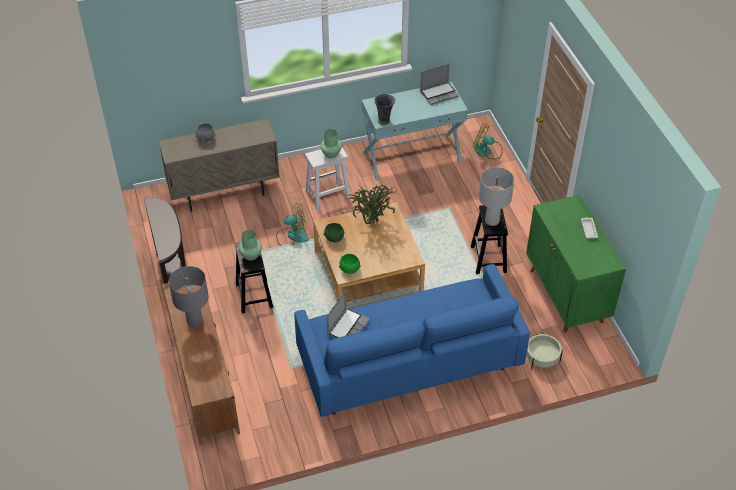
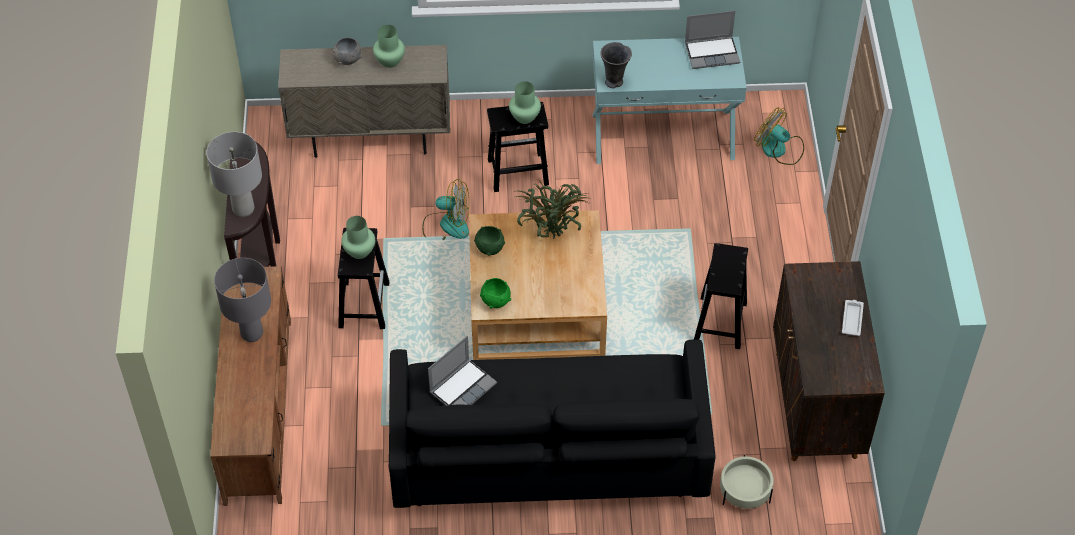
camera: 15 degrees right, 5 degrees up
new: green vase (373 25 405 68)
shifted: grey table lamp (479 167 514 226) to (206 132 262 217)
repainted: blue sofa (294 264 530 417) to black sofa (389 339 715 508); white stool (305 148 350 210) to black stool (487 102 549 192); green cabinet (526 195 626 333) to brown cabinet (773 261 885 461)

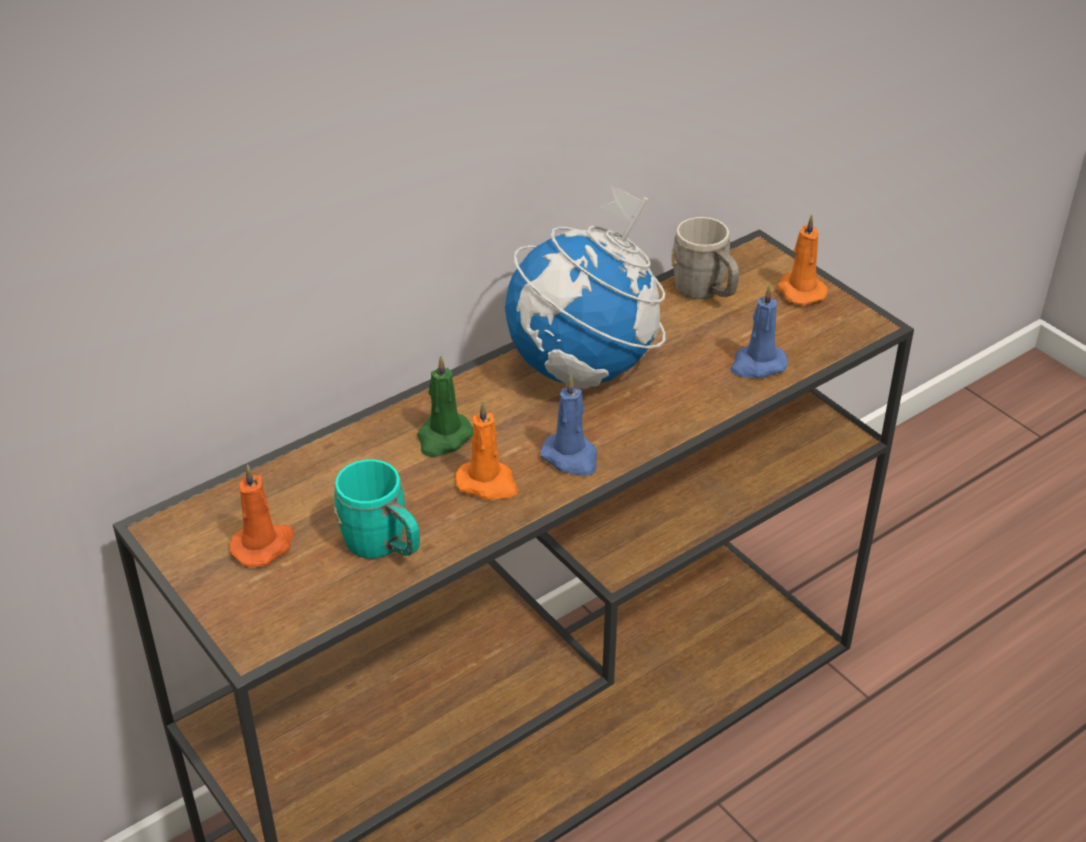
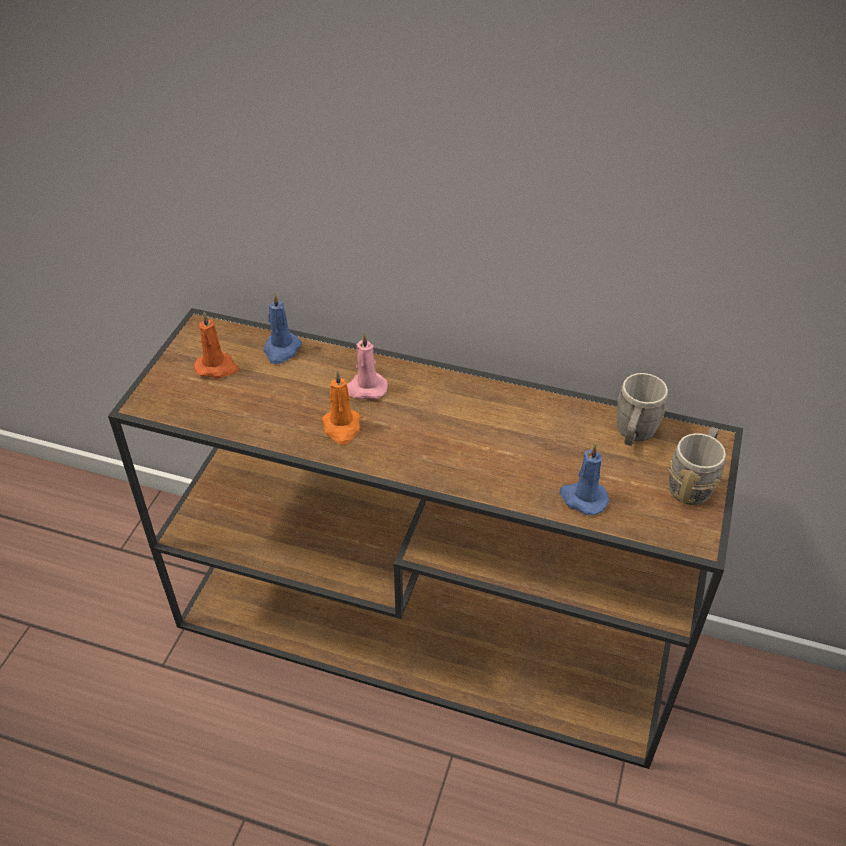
camera: 55 degrees right, 5 degrees up
gone: turquoise mug (334 459 420 559); globe (505 185 665 389)
shifted: blue candle (540 375 598 476) to (264 293 302 364)
swapped: orange candle (777 214 828 305) to grey mug (668 427 726 505)
repainted: green candle (417 355 473 457) to pink candle (347 333 388 399)

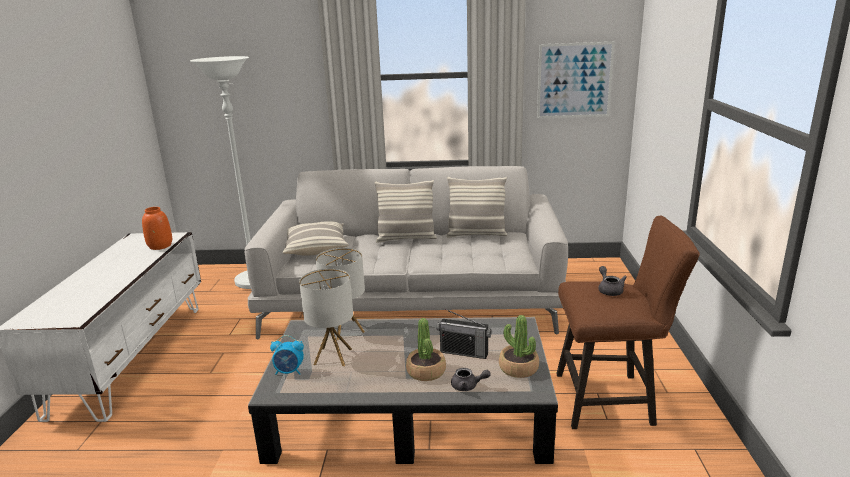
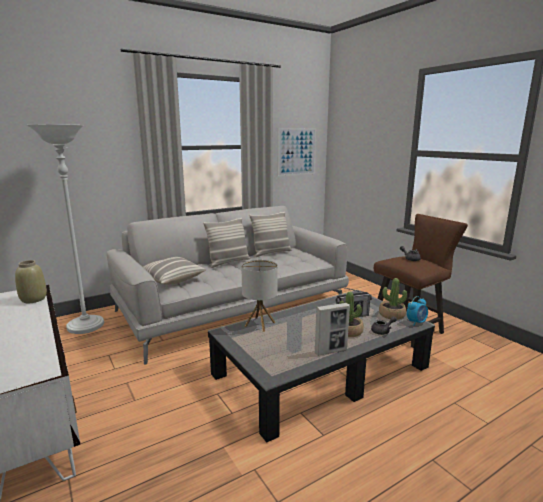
camera: 35 degrees left, 5 degrees down
gone: table lamp (299 268 353 366)
new: picture frame (315 303 350 356)
shifted: alarm clock (270 335 304 375) to (407 296 428 326)
repainted: orange vase (142 207 172 250) to beige vase (15 260 47 303)

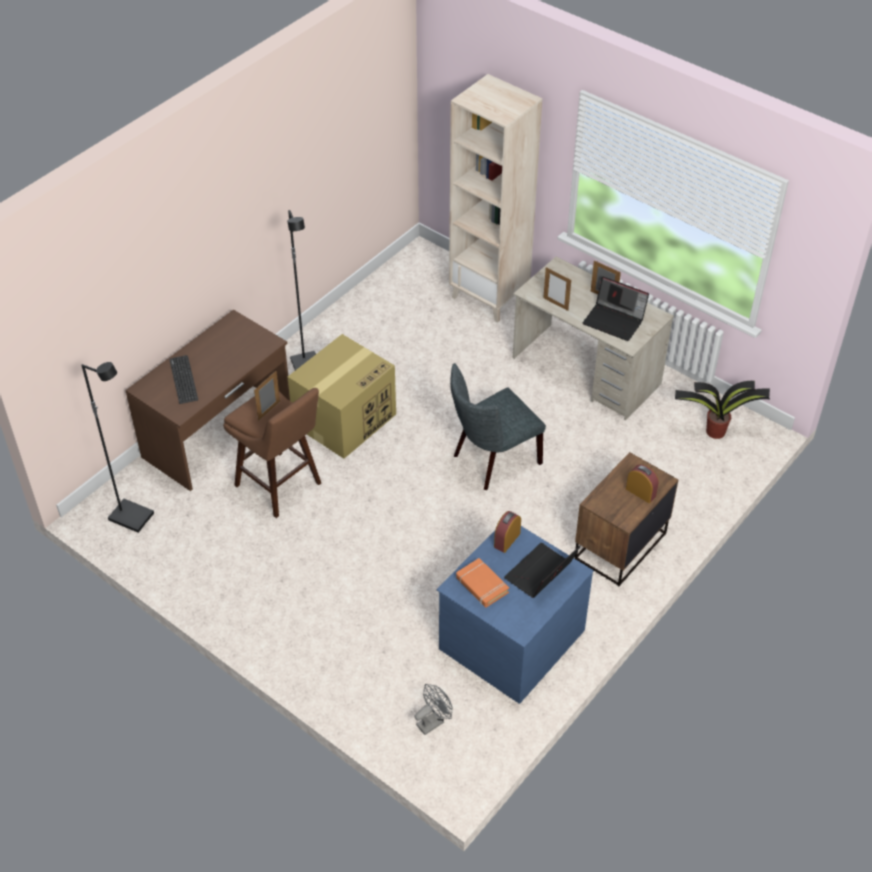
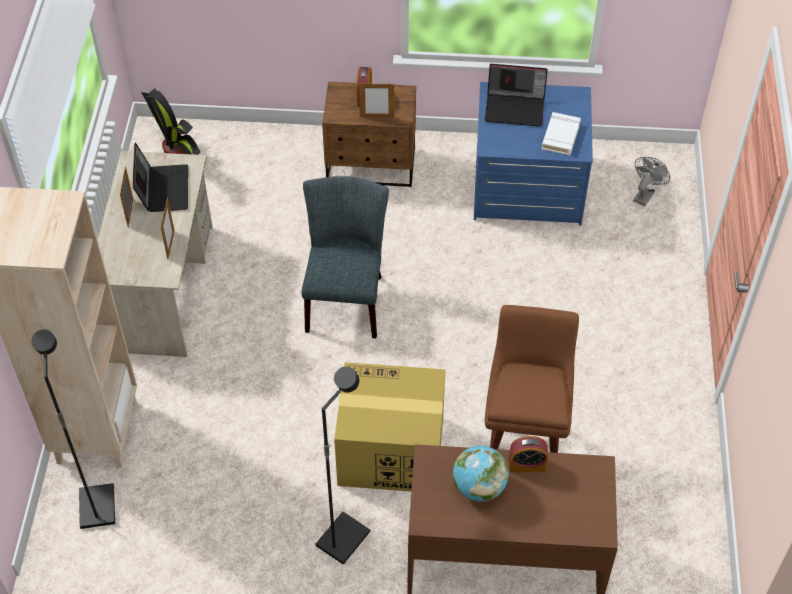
camera: 125 degrees left, 5 degrees up
gone: keyboard (169 355 198 404)
new: globe (452 446 509 502)
shifted: black floor lamp (82 362 154 533) to (32 330 115 529); picture frame (254 371 280 421) to (359 82 394 118); alarm clock (494 511 521 553) to (509 436 548 472)
repainted: orange book (456 558 509 608) to white book (542 112 581 155)
rotated: grey chair (450 363 546 490) = (301 176 389 338) 105 degrees counterclockwise; grey fan (415 684 453 735) = (633 157 670 206) 105 degrees clockwise

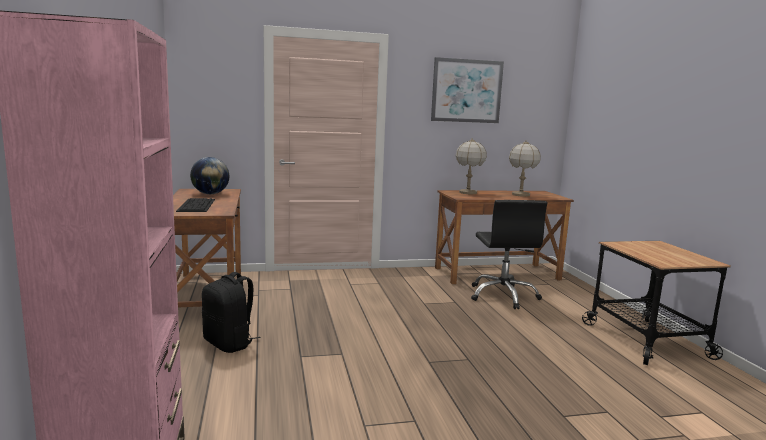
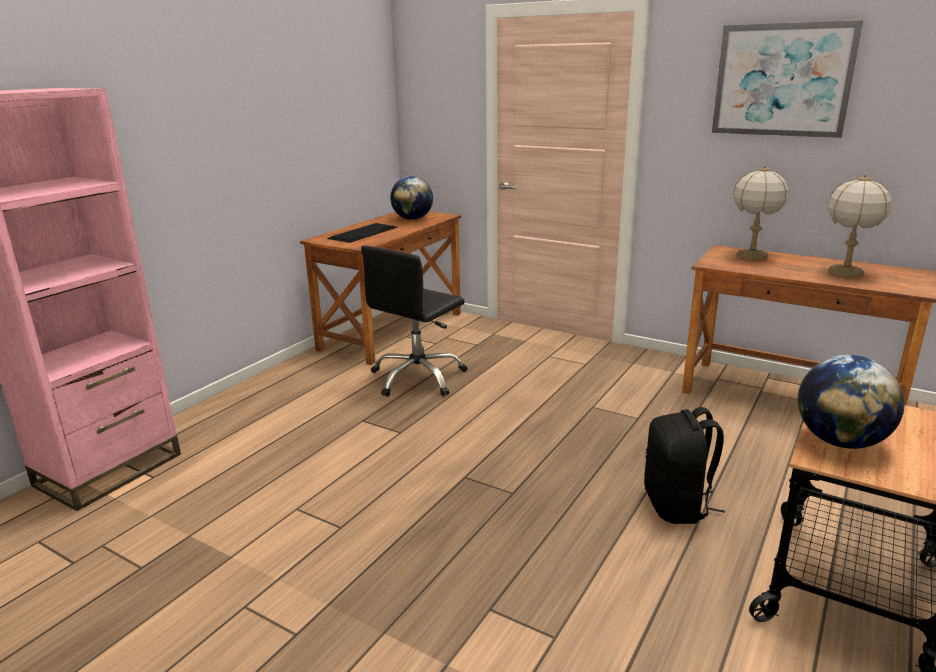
camera: 45 degrees right, 10 degrees up
new: globe (798 355 904 449)
shifted: black office chair (471 200 547 309) to (361 246 467 397); black backpack (202 272 261 353) to (644 407 725 524)

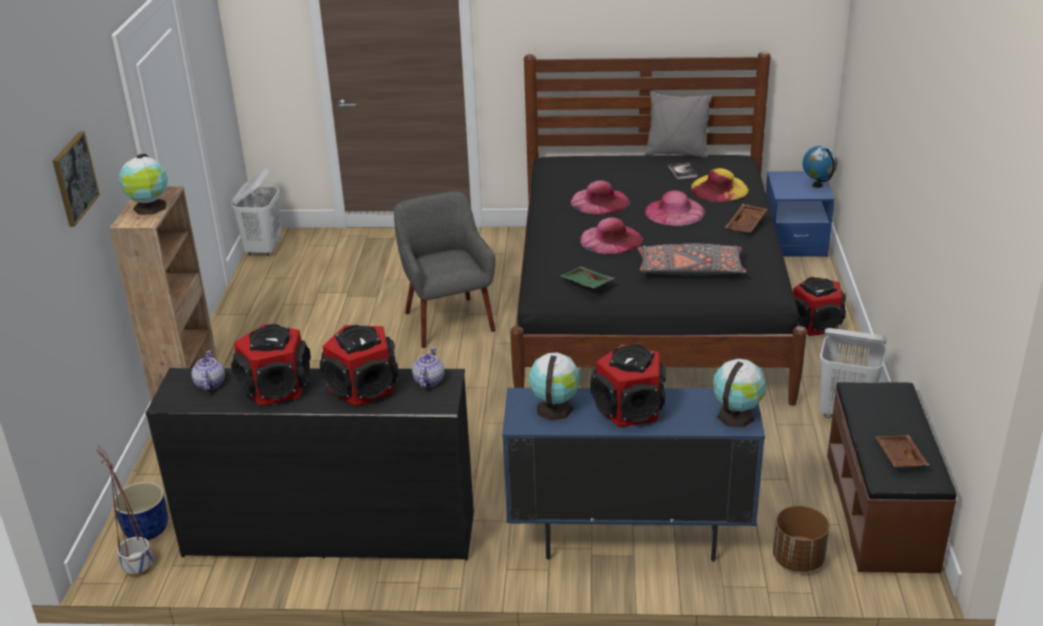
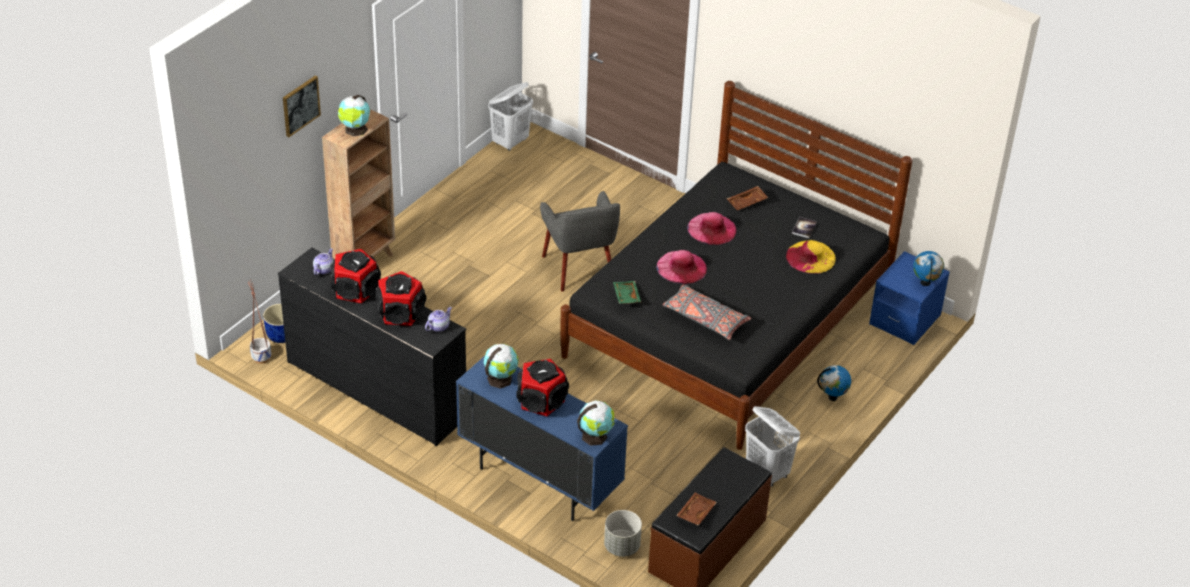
camera: 30 degrees right, 10 degrees up
gone: grey pillow (645 91 712 158); pink hat (645 190 706 226)
shifted: brown tray (725 204 767 233) to (727 186 768 210)
swapped: speaker (793 277 846 336) to globe (817 365 851 401)
repainted: brown planter (773 506 829 572) to grey planter (604 510 642 557)
rotated: grey armchair (394 192 495 348) = (540 191 620 292) 150 degrees clockwise

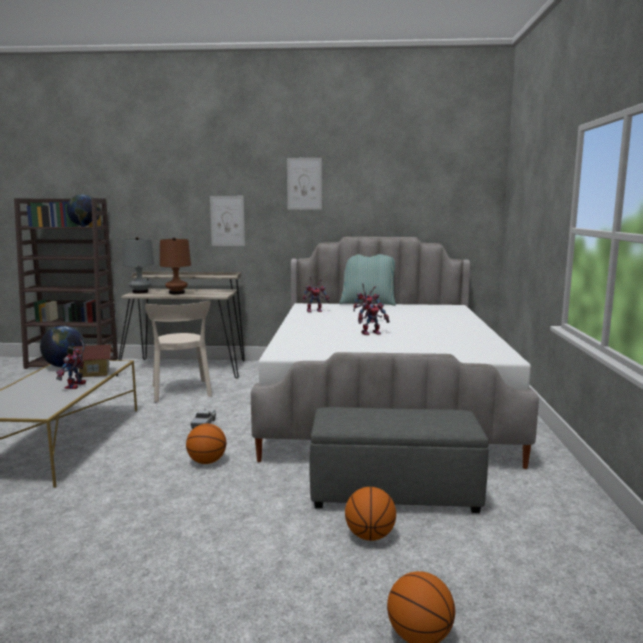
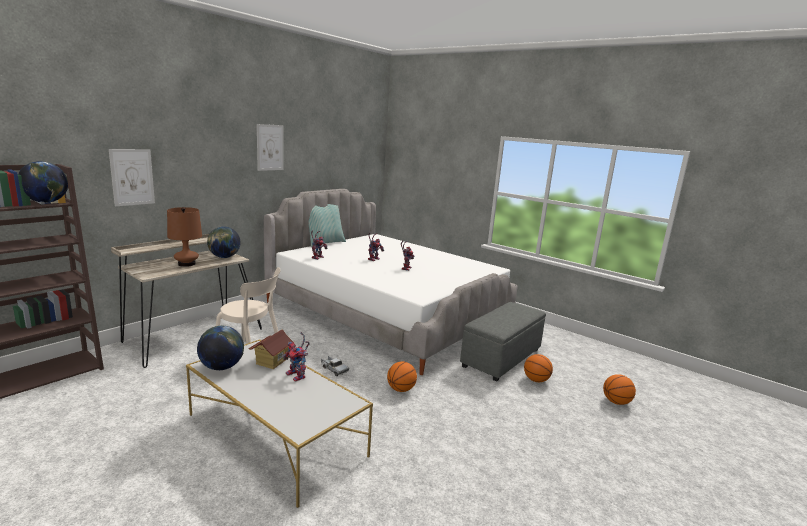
camera: 55 degrees left, 5 degrees up
gone: grey table lamp (123 237 154 293)
new: globe (207 226 241 258)
shifted: picture (210 196 245 246) to (109 149 155 206)

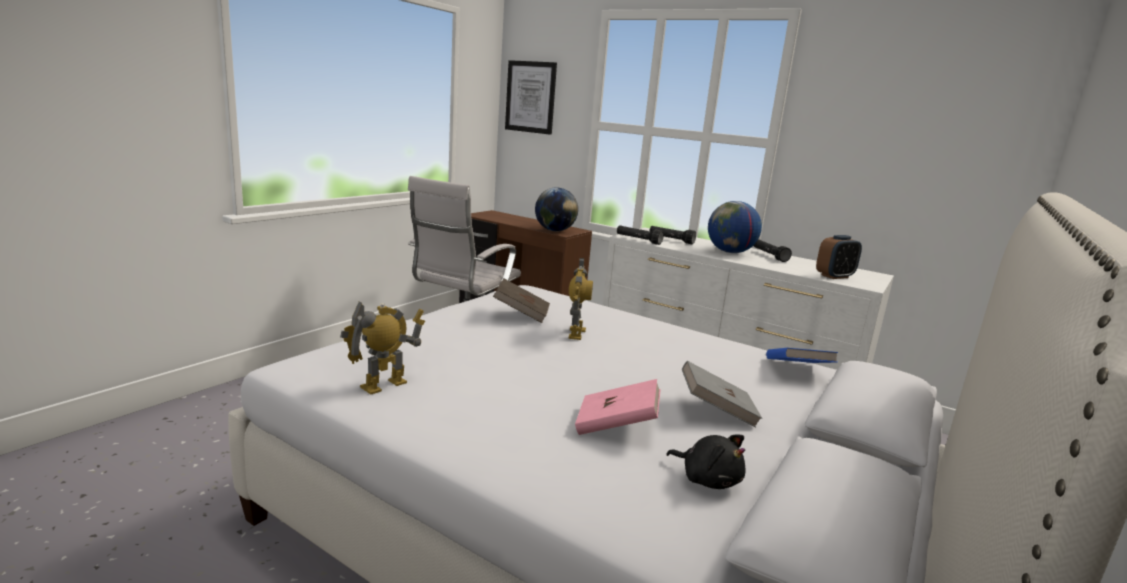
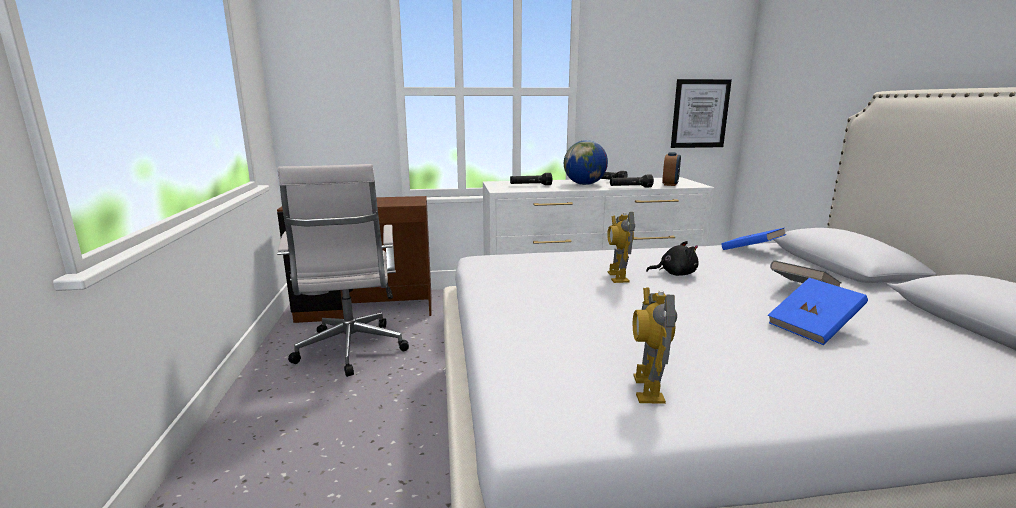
camera: 40 degrees left, 0 degrees up
gone: brown book (493 279 550 323); globe (535 188 578 231)
shifted: black flashlight (617 225 664 245) to (610 175 654 187); black plush toy (666 434 746 489) to (646 241 698 276); picture (505 60 557 135) to (671 79 732 148)
repainted: pink book (575 379 661 435) to blue book (768 278 868 345)
rotated: toy robot (569 258 593 340) = (607 212 635 283) 150 degrees counterclockwise

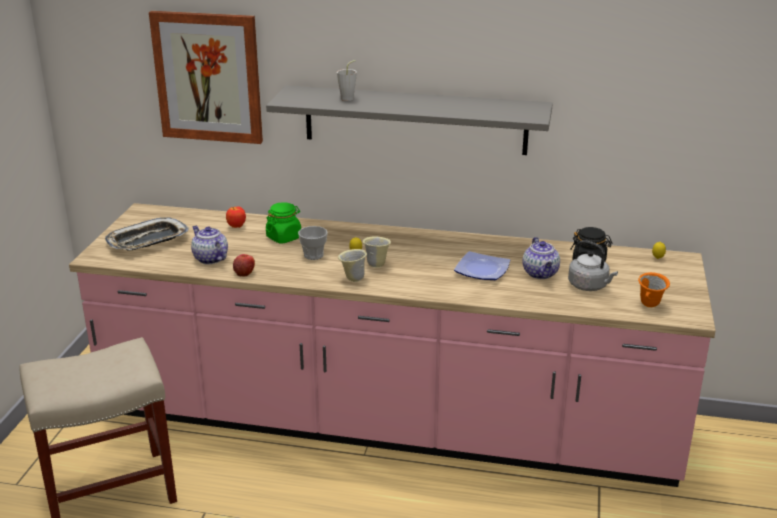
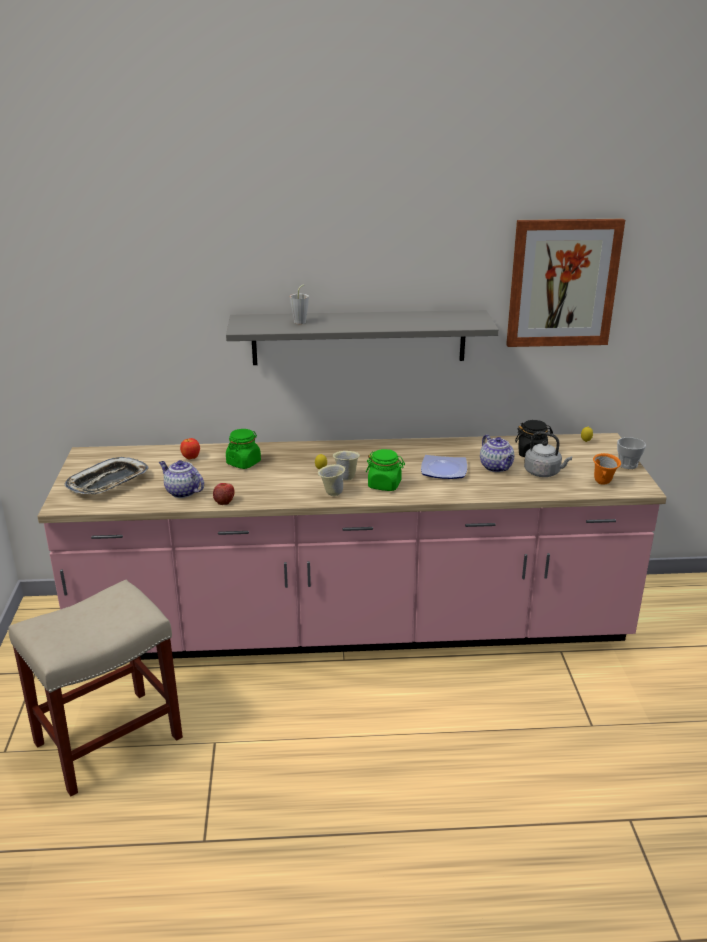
camera: 15 degrees left, 0 degrees up
new: green jar (366 449 405 491)
shifted: picture (149 11 263 144) to (506 219 625 347); cup (298 226 327 260) to (617 437 646 469)

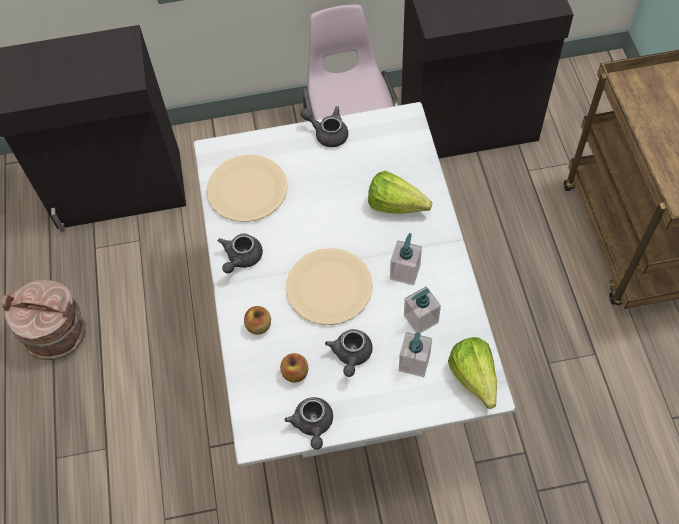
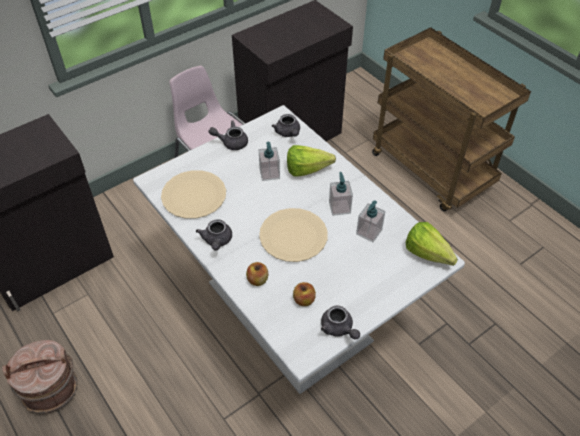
camera: 30 degrees left, 10 degrees down
shifted: soap dispenser (399 332 432 377) to (259 142 280 181); grey teapot (325 329 373 377) to (272 114 300 137)

